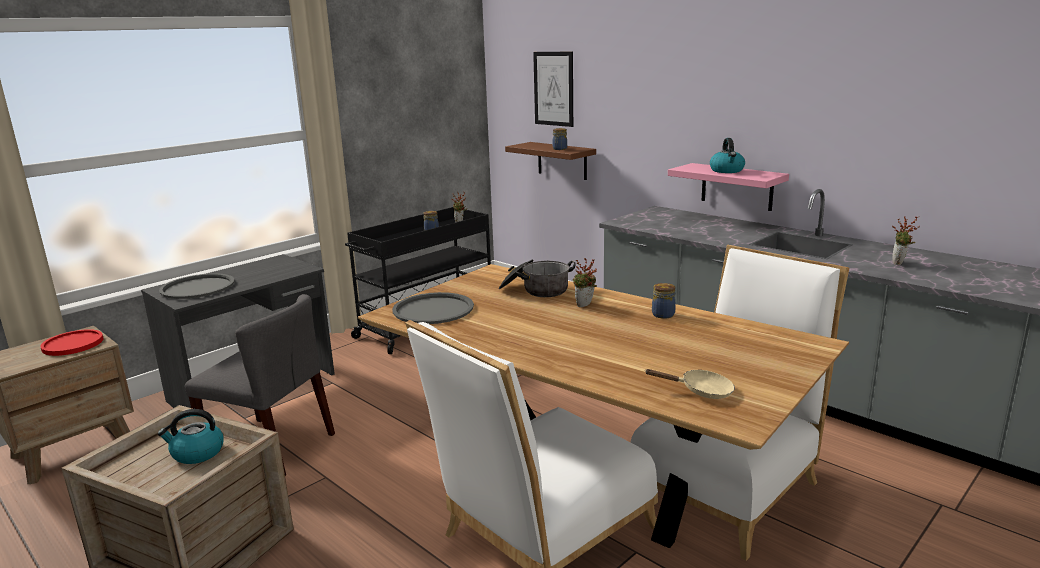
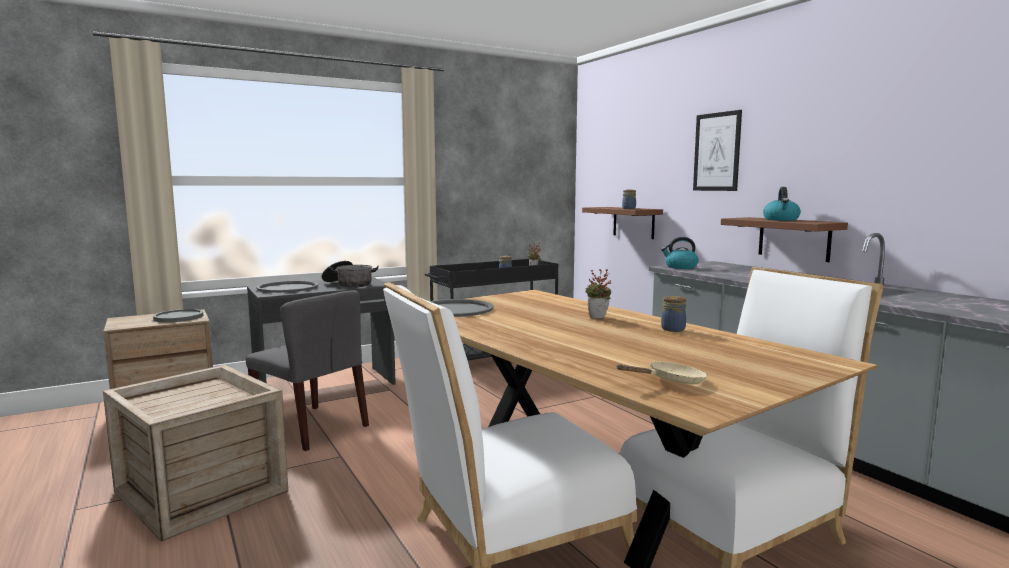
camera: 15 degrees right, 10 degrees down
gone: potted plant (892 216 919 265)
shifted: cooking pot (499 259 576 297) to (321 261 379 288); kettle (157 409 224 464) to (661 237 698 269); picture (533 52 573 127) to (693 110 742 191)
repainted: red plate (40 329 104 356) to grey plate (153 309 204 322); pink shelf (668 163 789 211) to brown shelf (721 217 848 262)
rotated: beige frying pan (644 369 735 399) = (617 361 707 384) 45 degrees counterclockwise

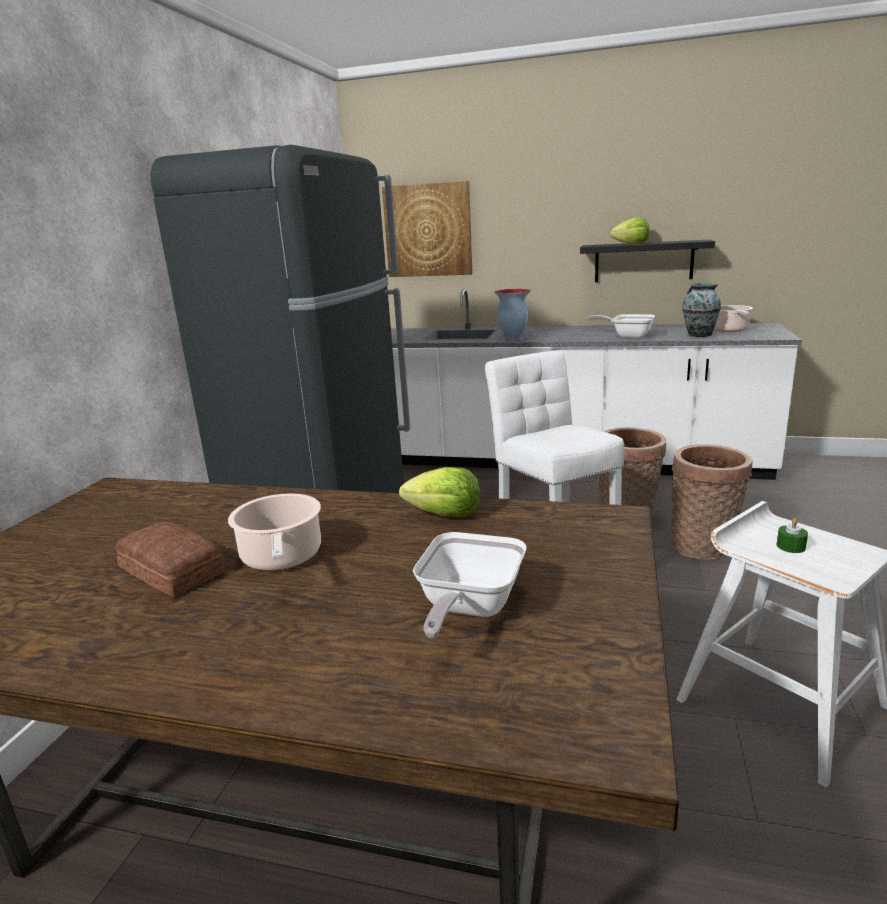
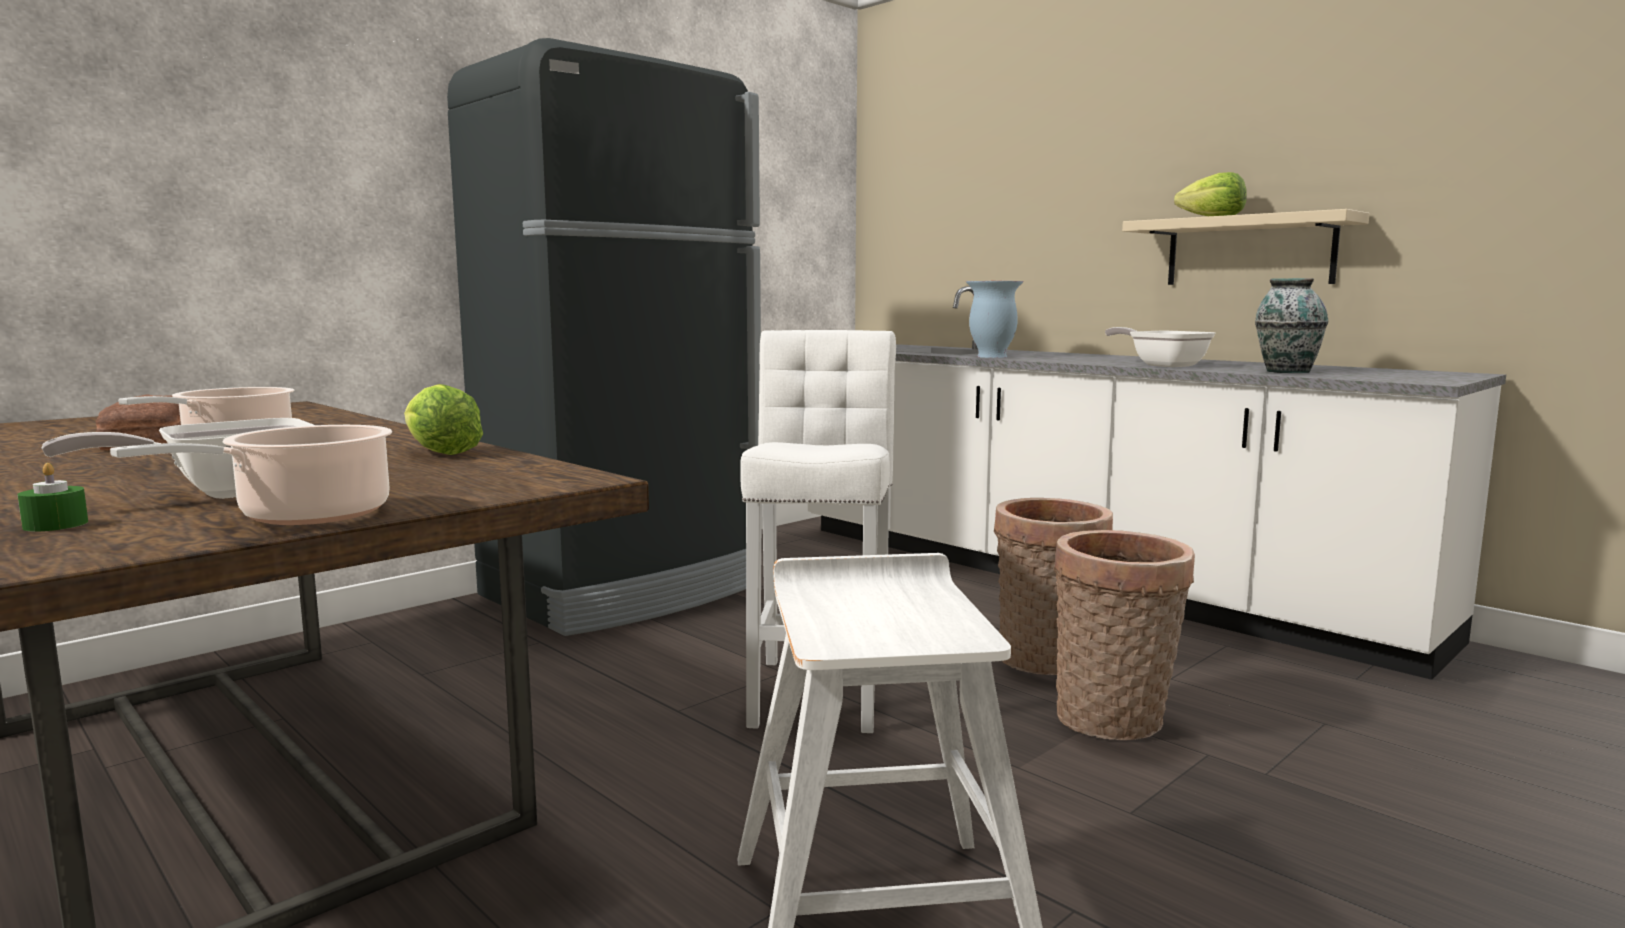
camera: 30 degrees right, 10 degrees down
gone: picture (382 181 472 277)
shifted: green candle (777 518 808 553) to (17 463 88 531); cooking pot (714 305 753 332) to (110 425 392 525)
repainted: black shelf (580 240 715 282) to beige shelf (1122 209 1370 285)

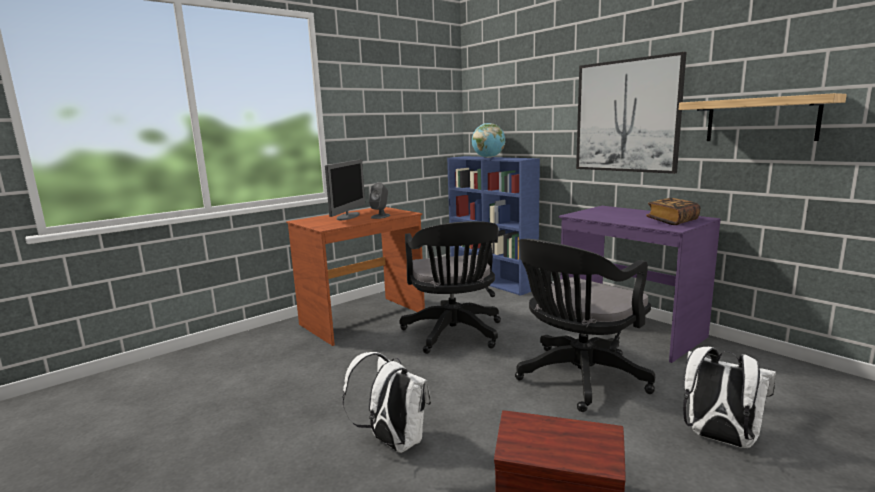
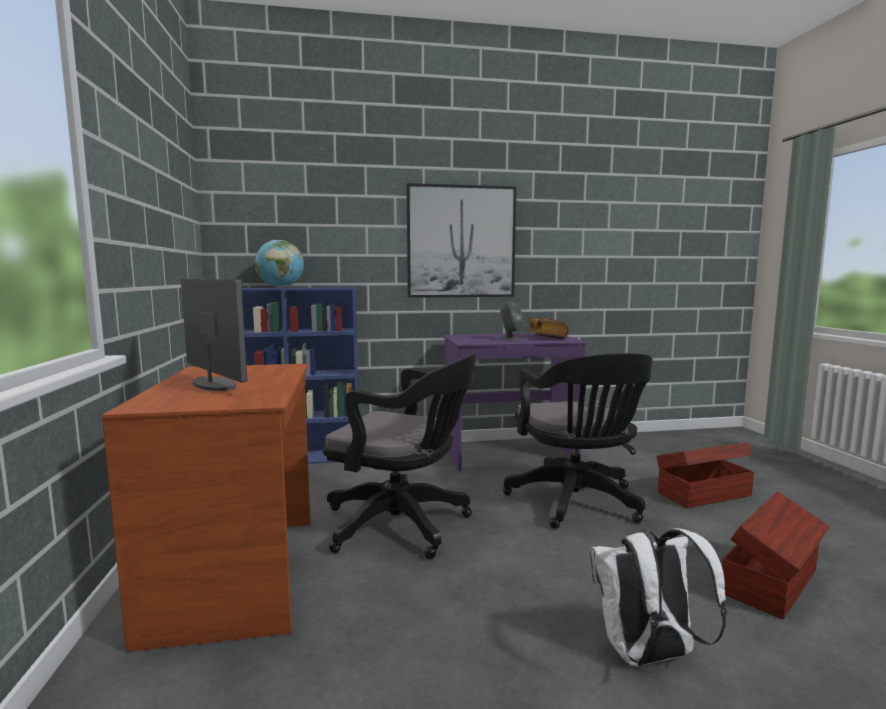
camera: 60 degrees left, 5 degrees down
gone: shelf (679 93 847 141)
shifted: grey speaker (369 182 390 219) to (499 301 524 341)
swapped: white backpack (683 347 776 448) to brown storage box (656 442 754 508)

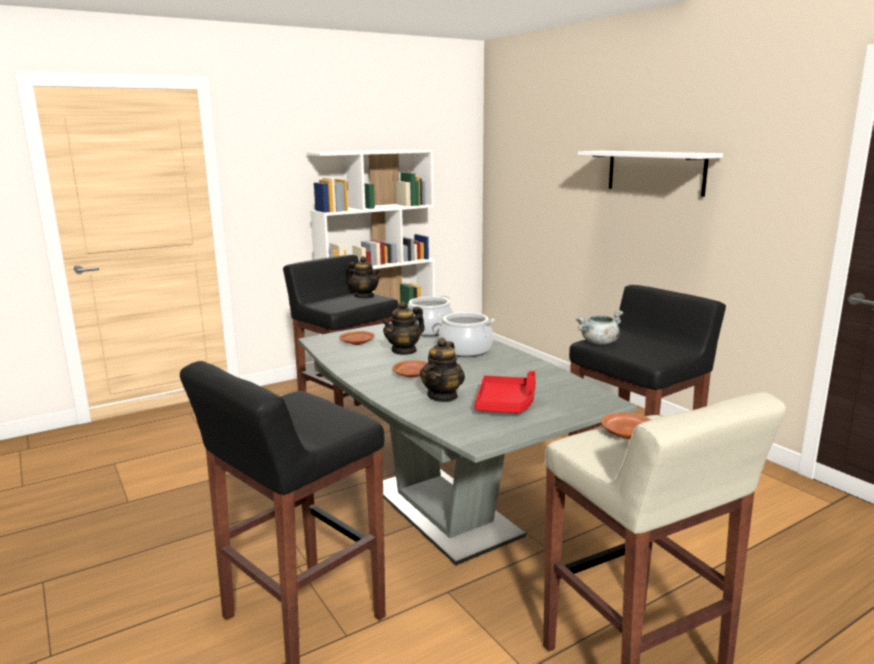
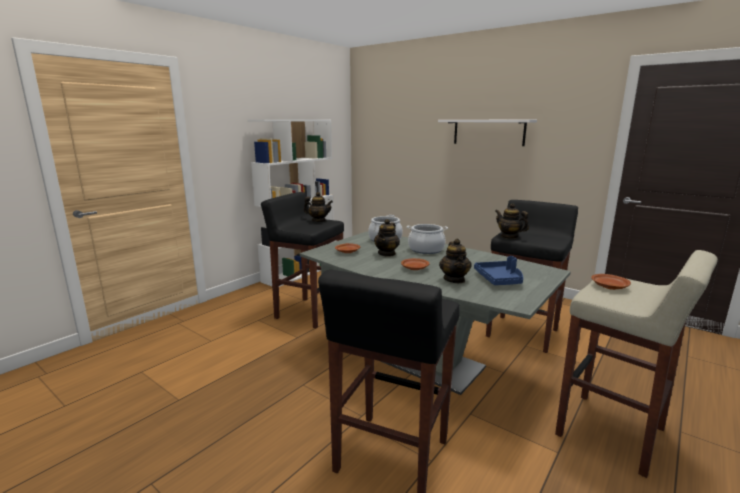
camera: 20 degrees left, 0 degrees up
swapped: grey cooking pot (576 310 623 345) to teapot (495 203 529 239)
repainted: red tray (475 371 536 413) to blue tray (474 256 523 285)

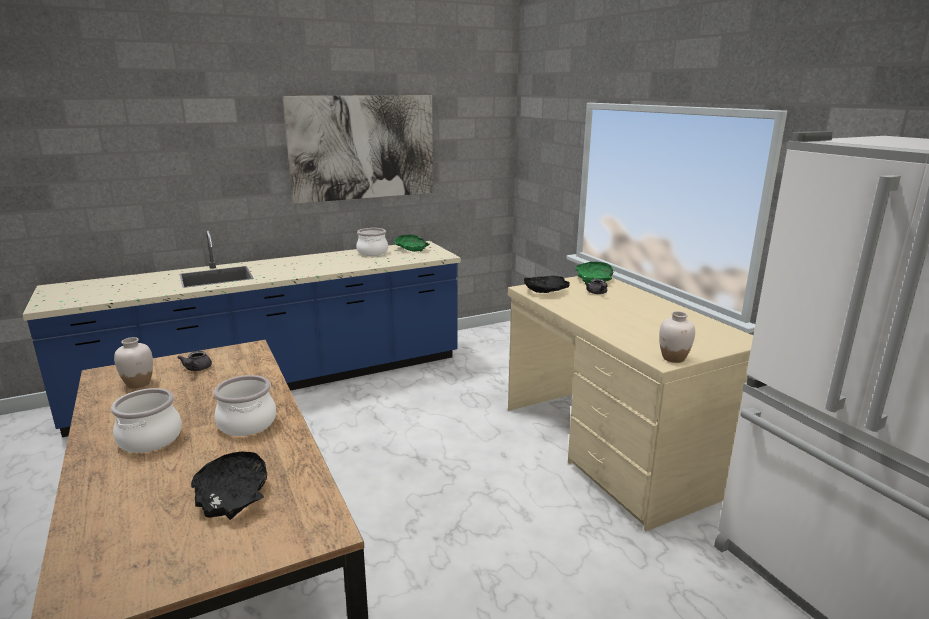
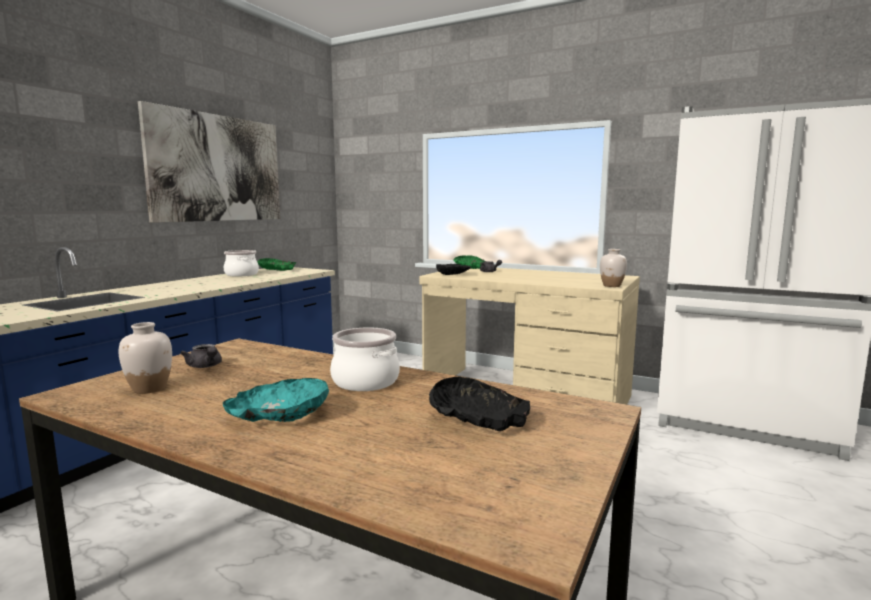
camera: 35 degrees left, 10 degrees down
swapped: cooking pot (111 388 182 453) to turquoise bowl (223 378 329 422)

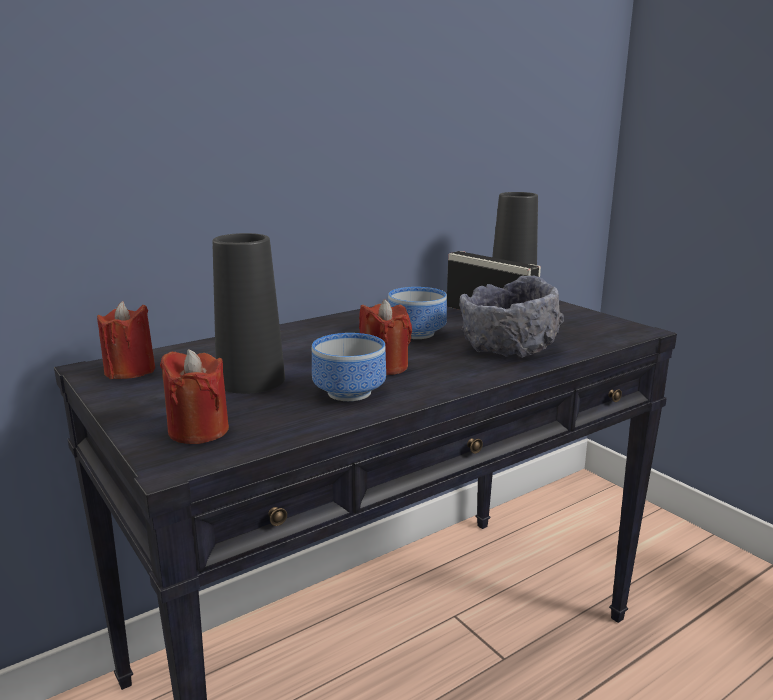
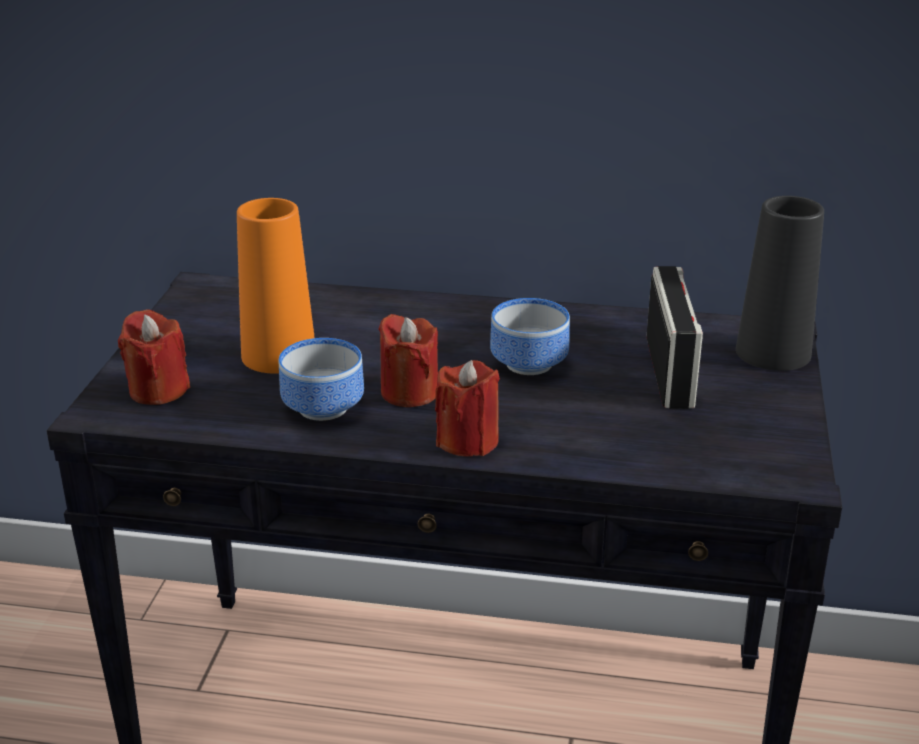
camera: 45 degrees right, 10 degrees up
gone: grey bowl (459 276 564 358)
shifted: red candle (97 301 155 379) to (435 360 500 457)
repainted: black vase (213 233 285 394) to orange vase (237 198 314 374)

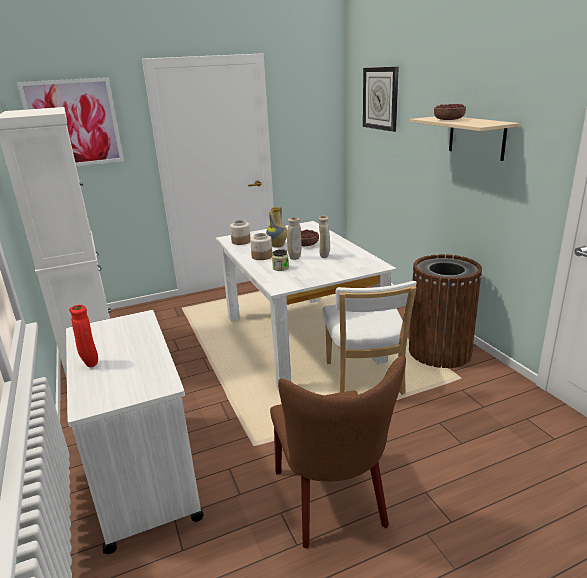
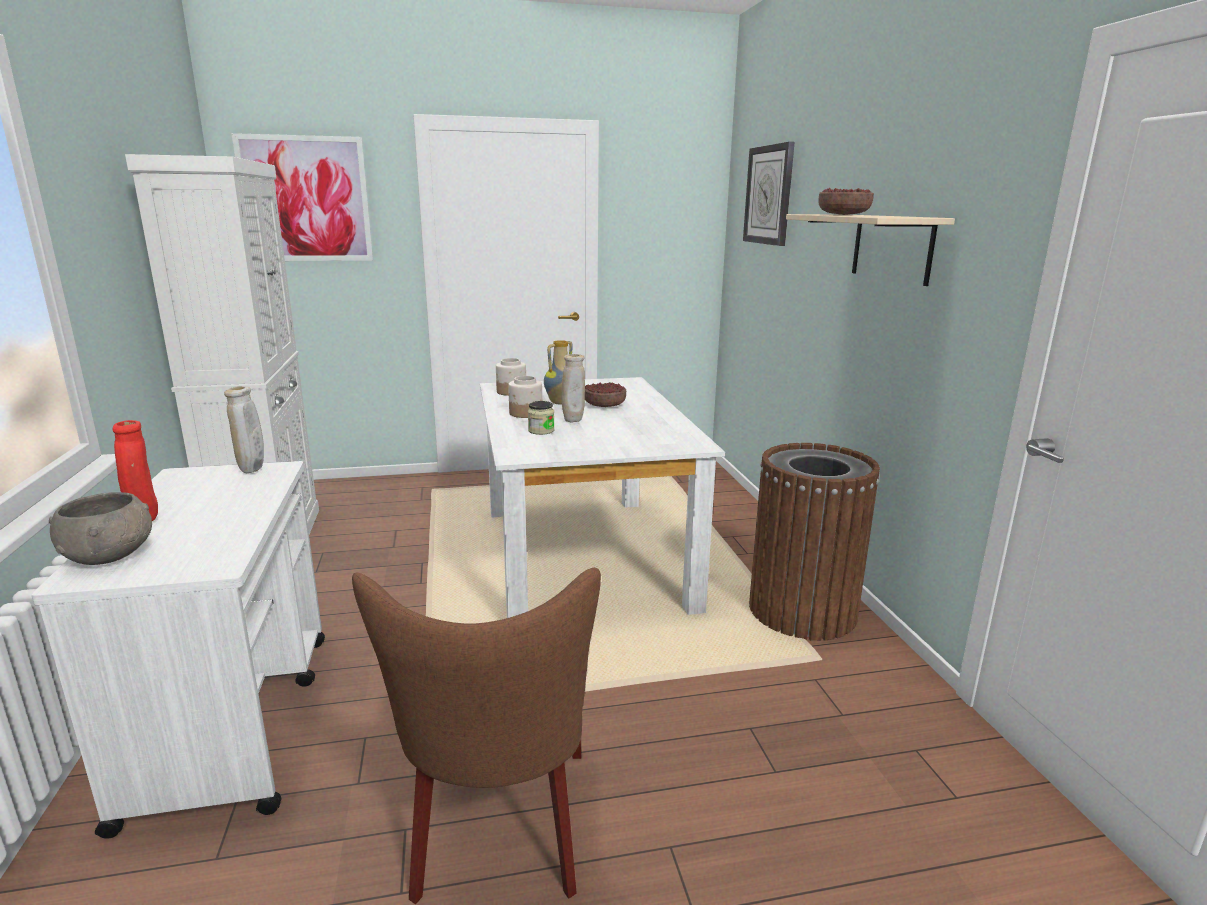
camera: 10 degrees right, 5 degrees down
gone: white chair (322 281 416 395)
new: grey bowl (49 492 152 565)
shifted: beige vase (319 216 330 258) to (224 386 264 473)

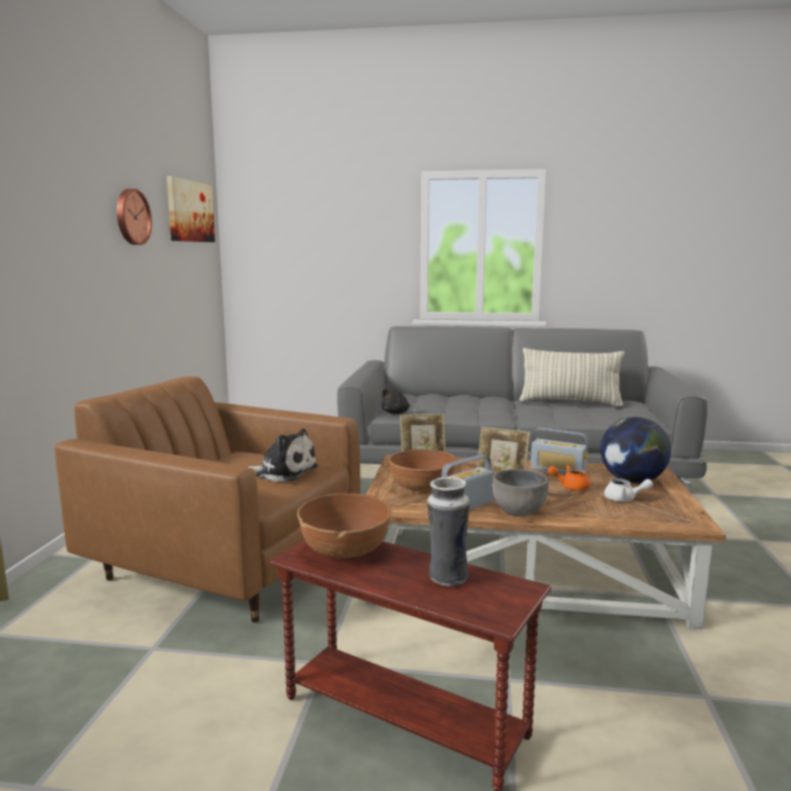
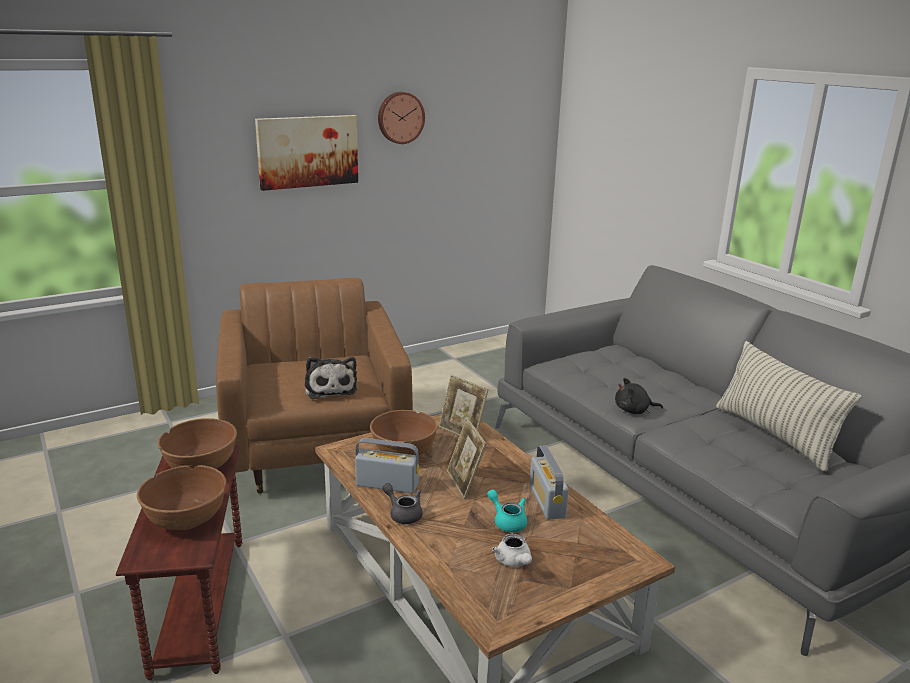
camera: 50 degrees right, 10 degrees up
gone: globe (600 417 671 483)
shifted: picture (167 176 215 242) to (255 115 358 191); black plush toy (381 389 410 414) to (615 378 663 414)
swapped: vase (427 476 470 586) to brown bowl (137 465 226 530); grey bowl (492 469 549 516) to grey teapot (382 483 423 524)
repainted: orange teapot (548 465 591 491) to turquoise teapot (487 489 527 532)

